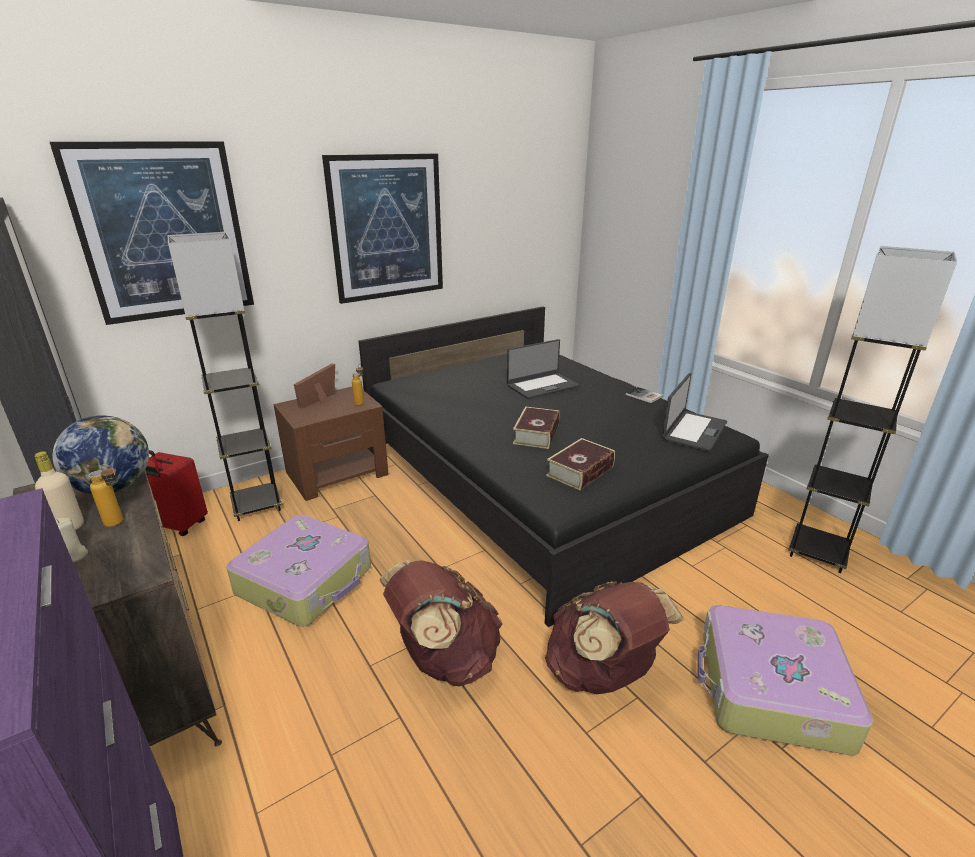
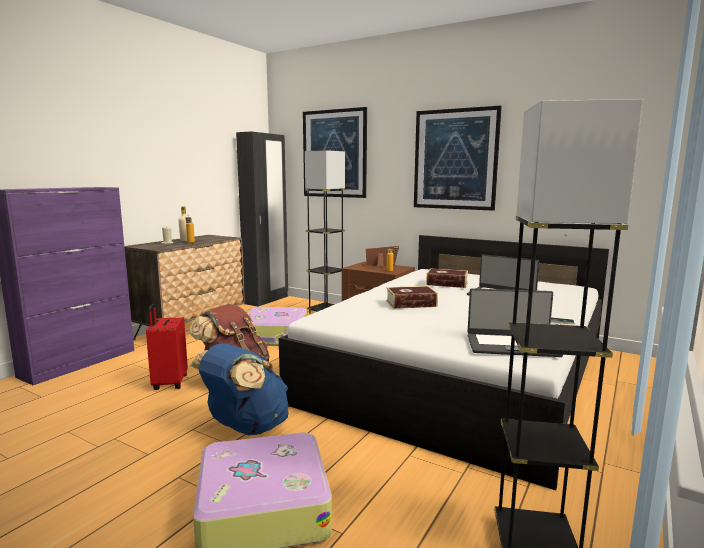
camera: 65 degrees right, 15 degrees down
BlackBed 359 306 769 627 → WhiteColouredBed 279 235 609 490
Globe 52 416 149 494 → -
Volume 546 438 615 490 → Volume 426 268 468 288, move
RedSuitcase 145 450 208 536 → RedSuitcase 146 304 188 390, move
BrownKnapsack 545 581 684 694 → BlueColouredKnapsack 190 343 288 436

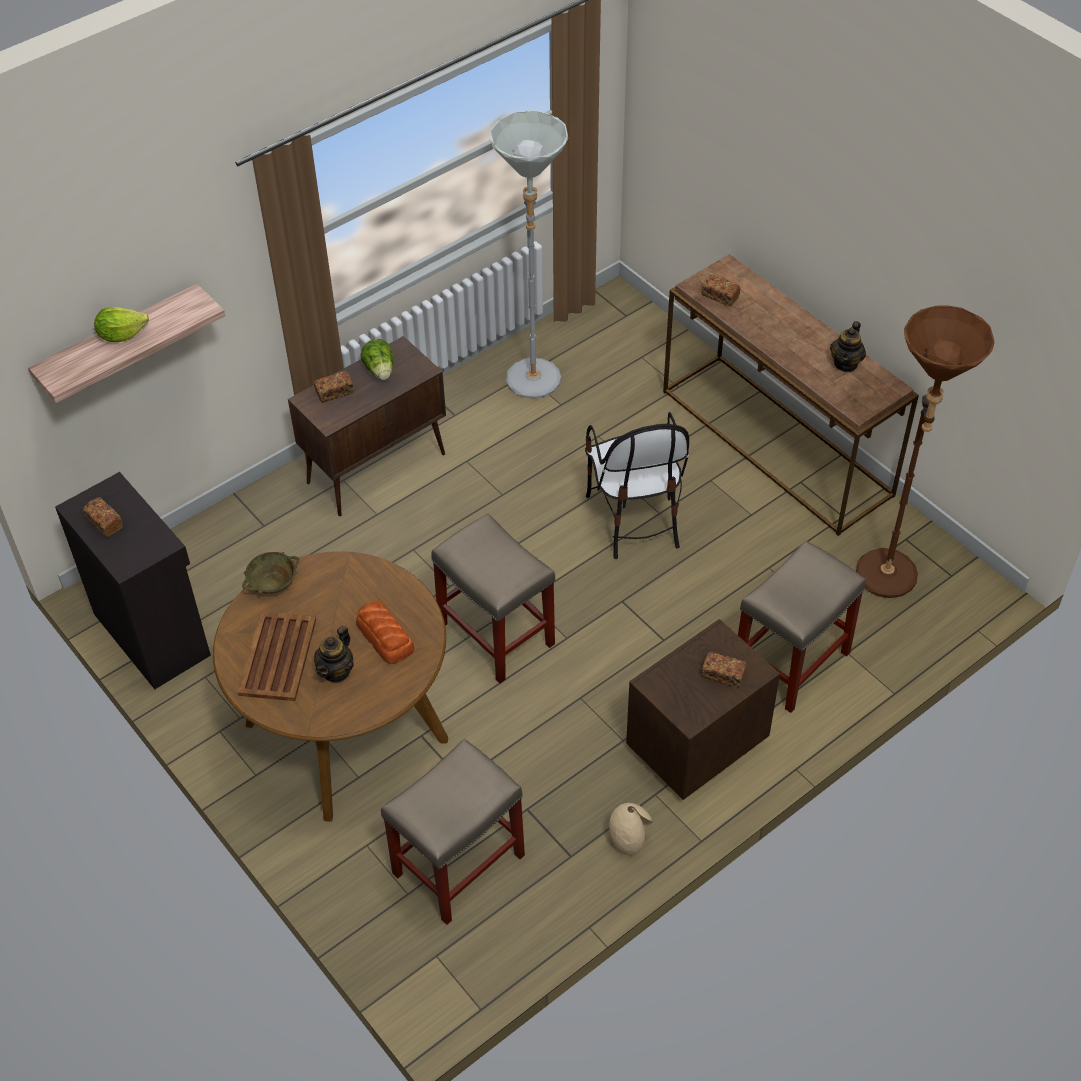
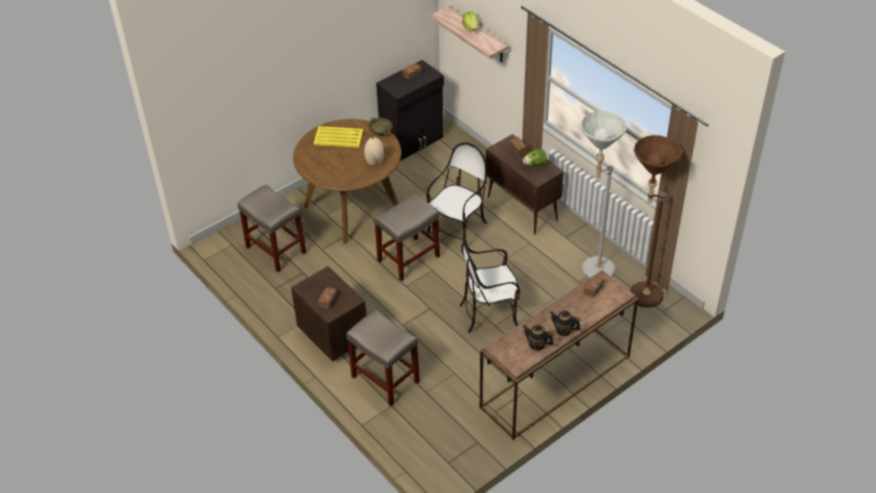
camera: 90 degrees right, 5 degrees down
BrownStandardLamp 856 305 994 598 → BrownStandardLamp 630 135 681 308, move
BakedBread 356 600 414 664 → -
BrownTray 237 612 316 701 → YellowishTray 314 126 363 148
PotForTea 314 625 354 683 → PotForTea 550 310 581 337, move
BeigeVase 609 803 653 855 → BeigeVase 364 137 384 165, move
- → UprightChair 426 142 487 252

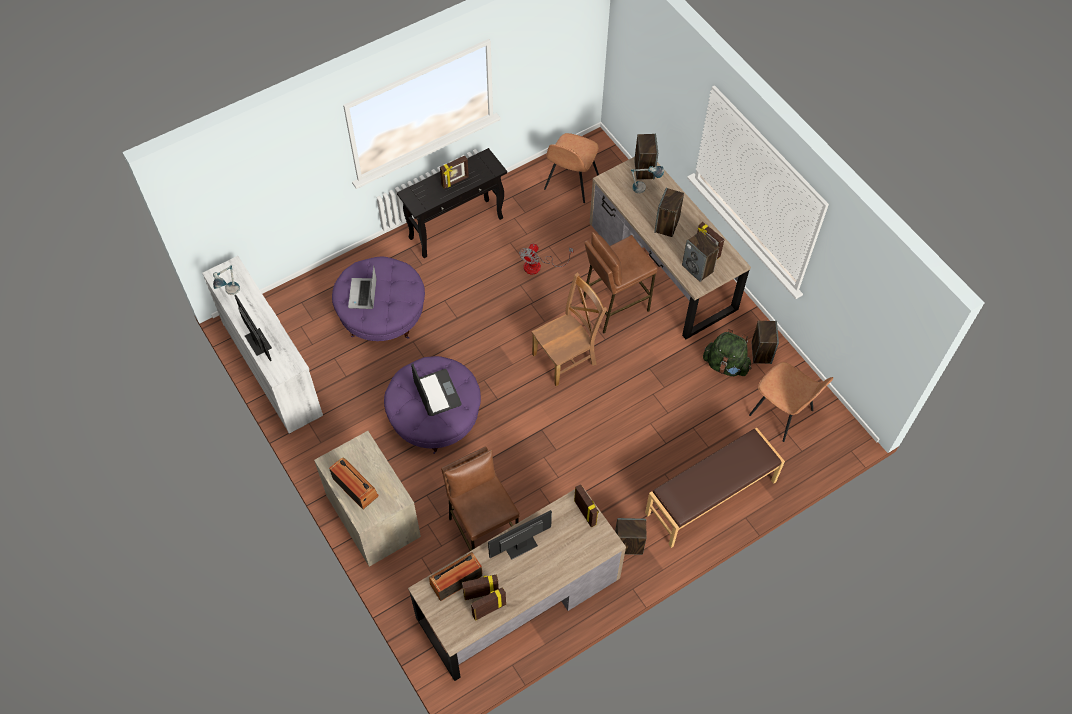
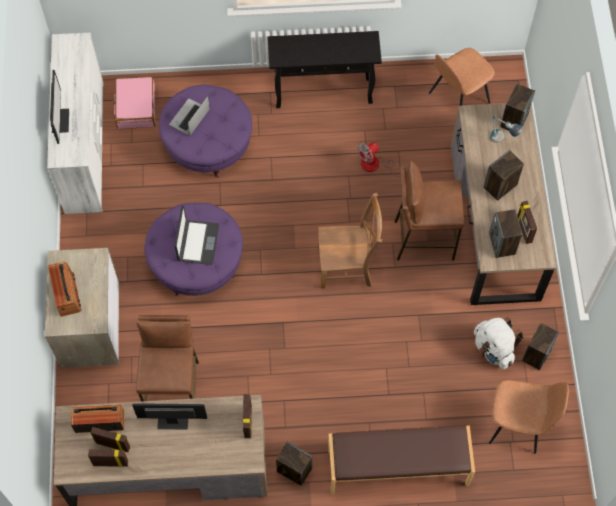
camera: 30 degrees right, 5 degrees up
StandingFrame 440 156 469 189 → -
TabletopLamp 213 265 240 295 → -
GreenKnapsack 703 329 751 376 → WhiteColouredKnapsack 474 317 523 369
BrownUprightChair 749 362 833 442 → BrownUprightChair 489 380 569 454, 60 degrees counterclockwise
- → PinkColouredSuitcase 113 76 155 129

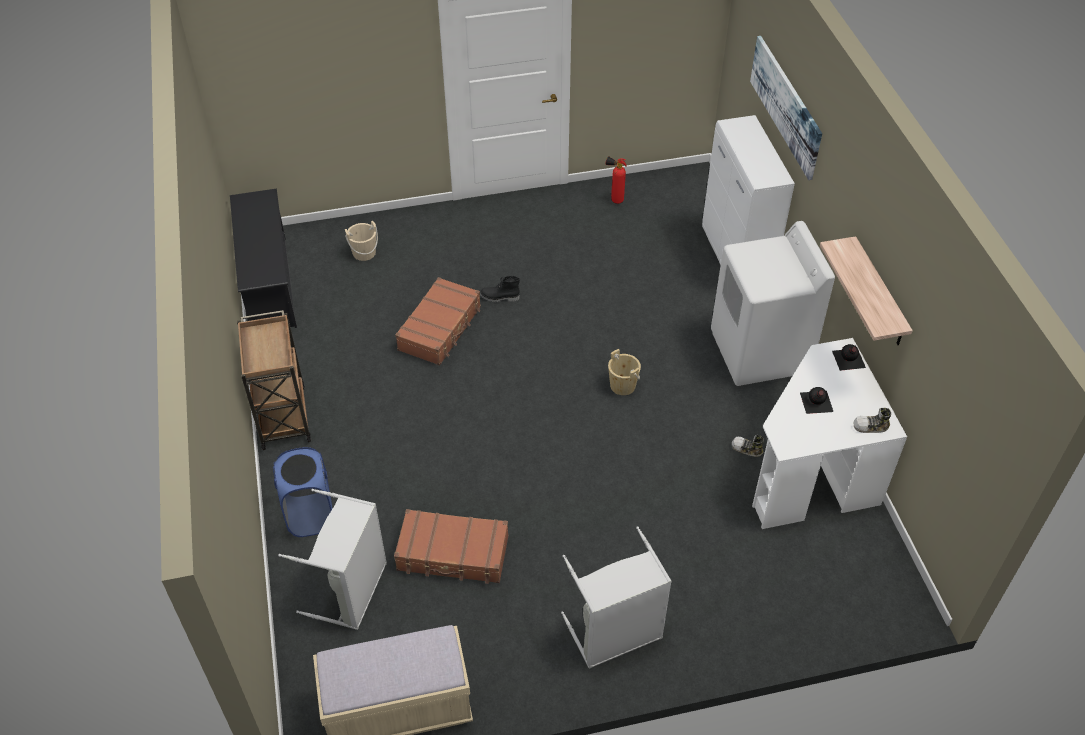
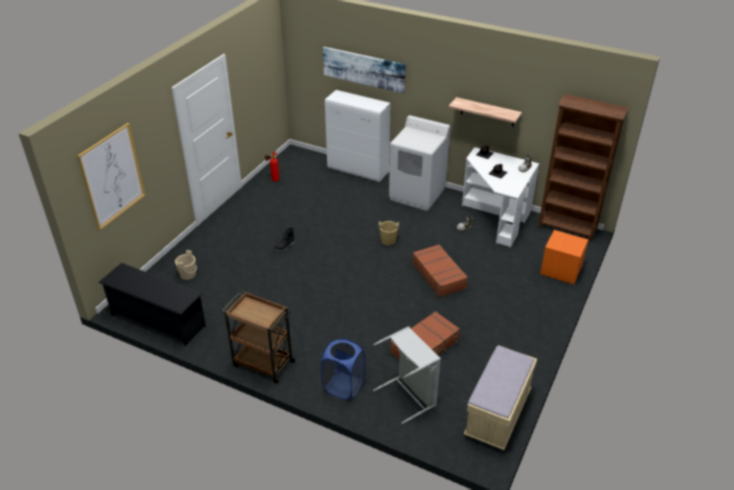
camera: 50 degrees left, 10 degrees down
BrownSuitcase 395 277 481 366 → BrownSuitcase 412 244 468 297, move
GrayHamper 561 526 672 669 → -
- → BrownBookshelf 538 94 629 242
- → WallArt 77 123 146 230
- → OrangeColouredNightTable 540 230 588 285

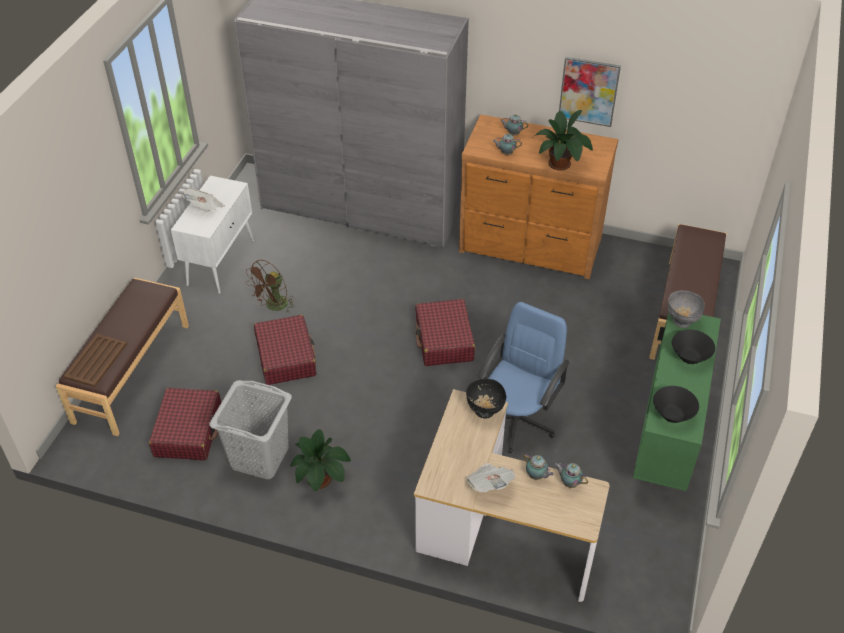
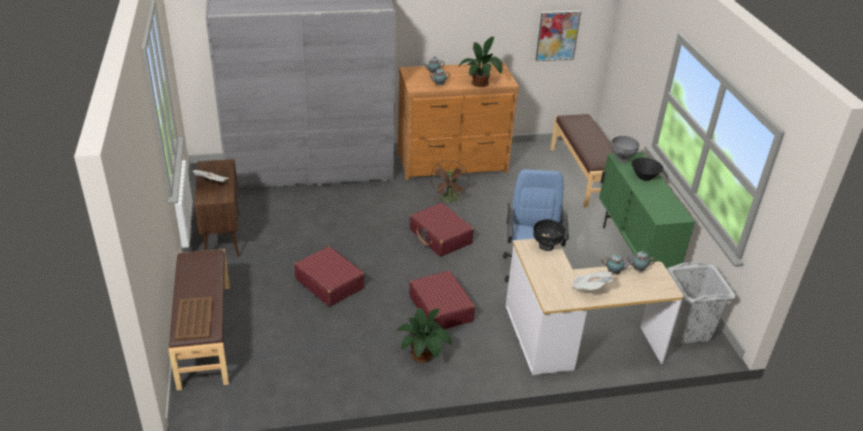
camera: 30 degrees left, 10 degrees down
WallArt 559 57 621 127 → WallArt 535 11 581 61, move
WhiteColouredCupboard 171 176 254 294 → BrownCupboard 195 159 239 257
BrownFan 246 260 295 314 → BrownFan 430 160 469 203, move
GrayHamper 209 380 292 479 → GrayHamper 667 262 736 344, move
BlackDeepDish 653 386 699 423 → -
RedSuitcase 149 388 221 460 → RedSuitcase 409 271 475 330, move

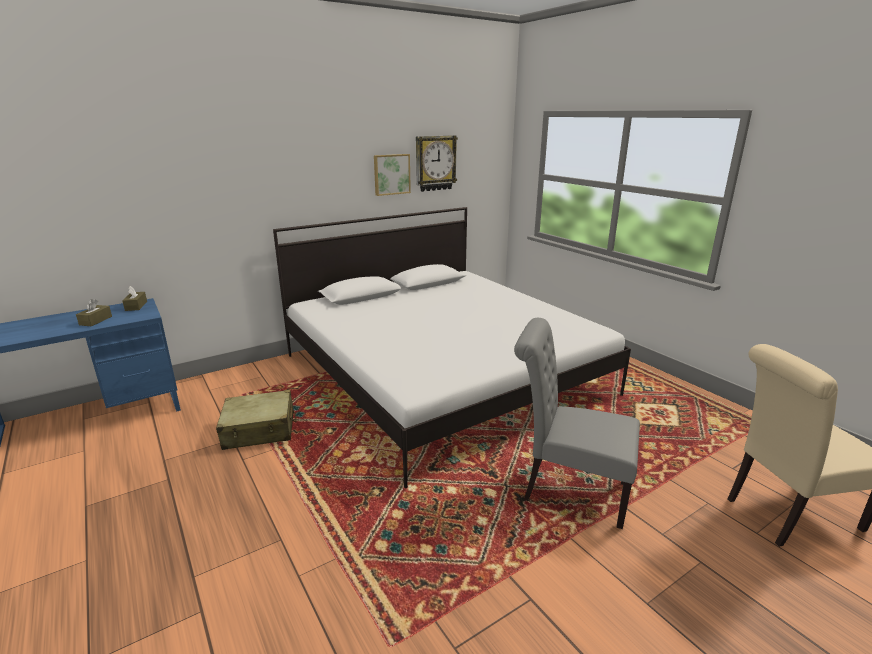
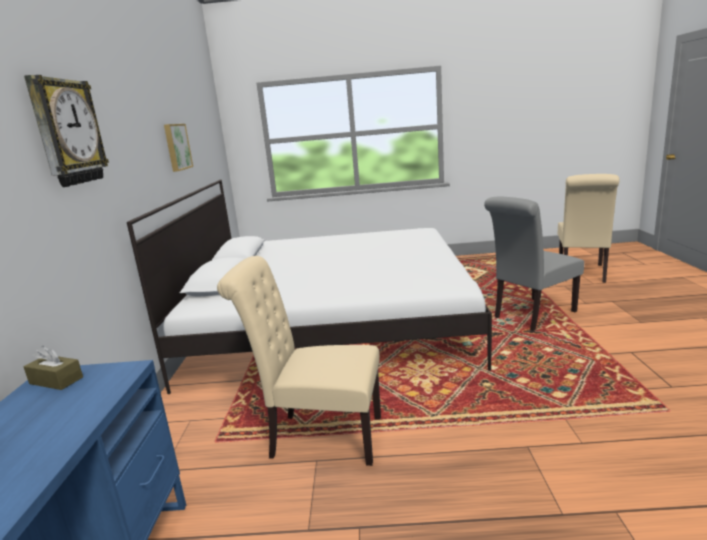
camera: 55 degrees left, 5 degrees down
ClockOnTheWall 416 135 458 192 → ClockOnTheWall 24 75 109 187, move
BrownTissueBox 76 299 112 326 → -
BeigeSuitcase 216 390 296 450 → BeigeUprightChair 217 256 381 466

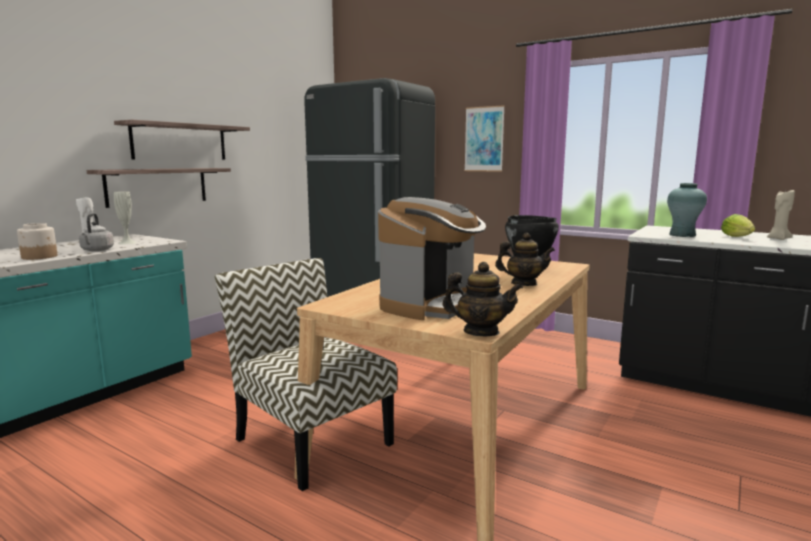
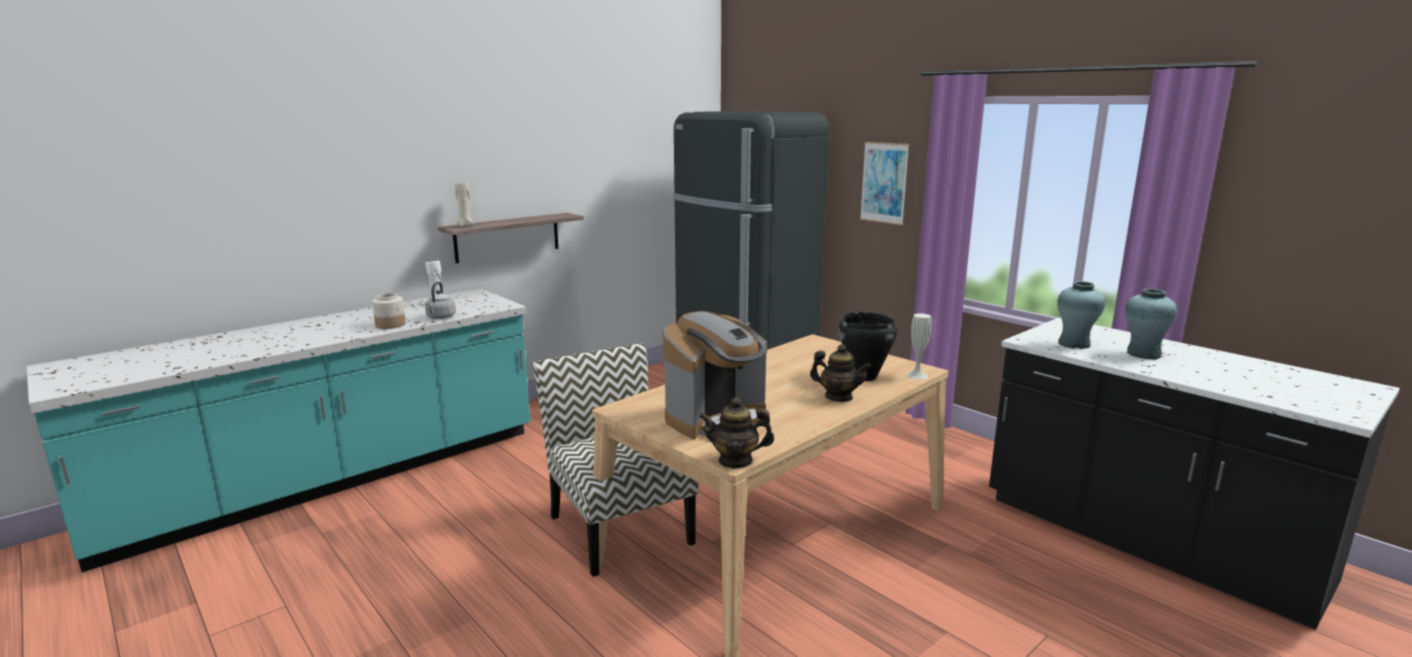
camera: 15 degrees right, 5 degrees up
BracketShelf 114 120 250 159 → -
BeigeWaxLight 767 190 795 240 → BeigeWaxLight 455 181 474 227, move
WhiteColouredVase 114 191 137 244 → WhiteColouredVase 906 313 932 380, move
Lettuce 721 214 756 237 → TurquoiseColouredVase 1125 289 1177 359
PotForTea 442 262 523 336 → PotForTea 699 397 774 469, 150 degrees clockwise

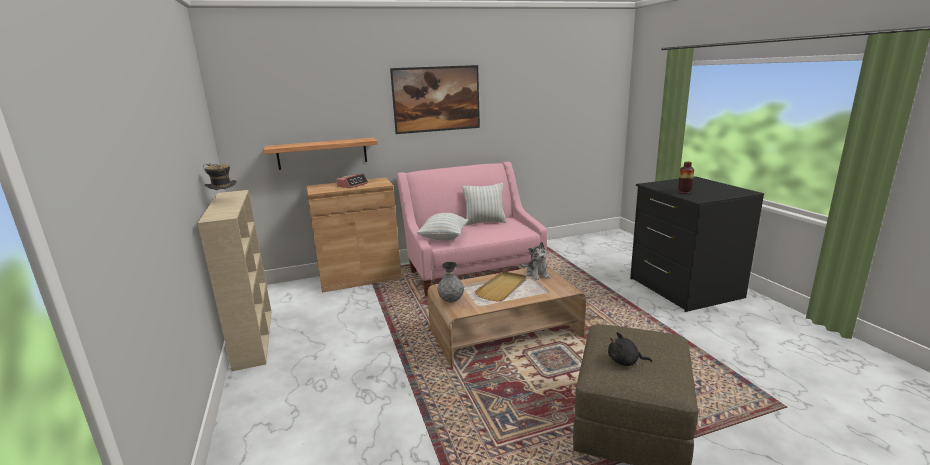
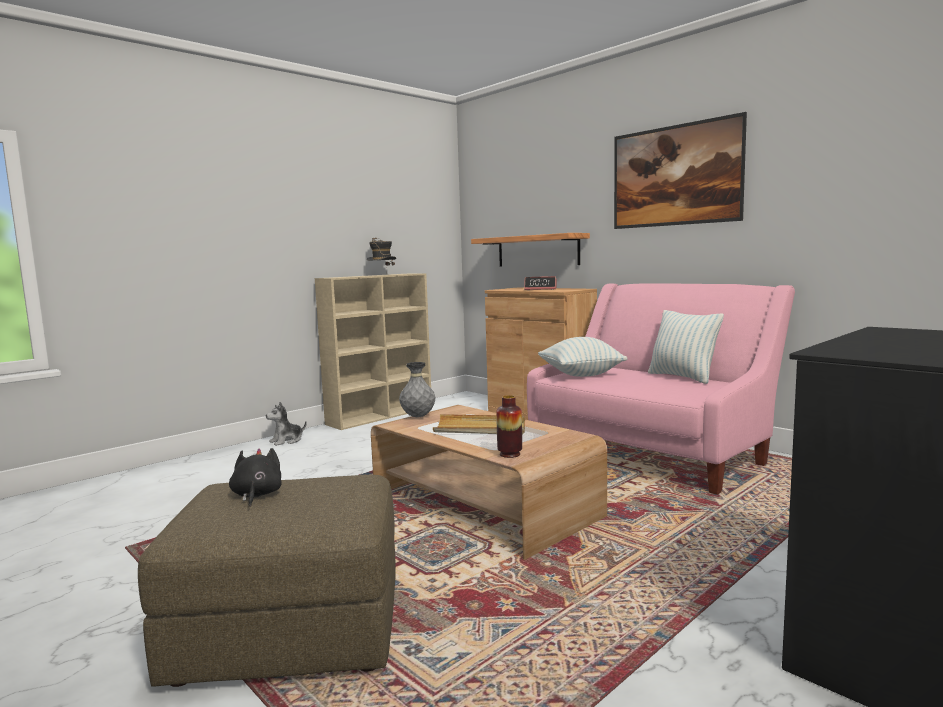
camera: 65 degrees right, 10 degrees down
Vase 678 162 694 194 → Vase 496 395 522 458, move
CuddlyToy 526 242 550 280 → CuddlyToy 266 402 306 446, move

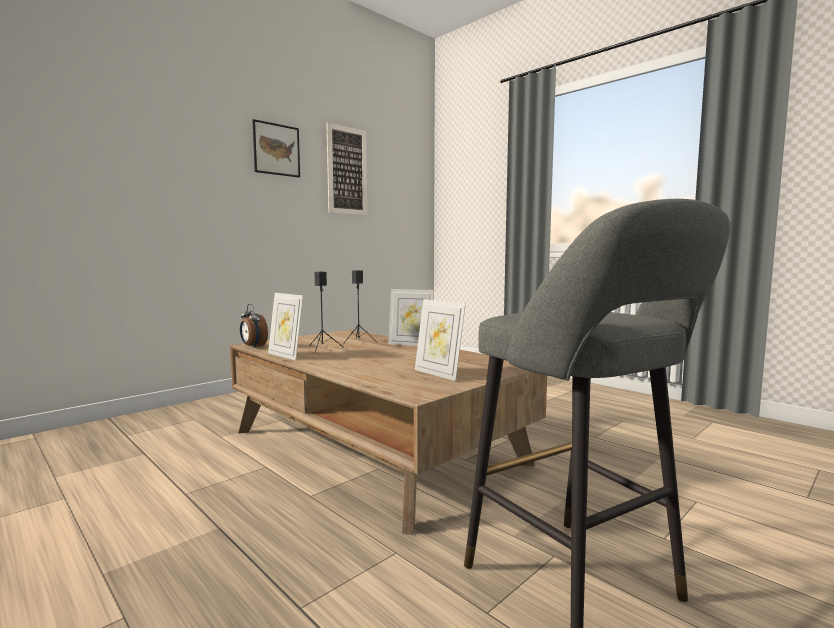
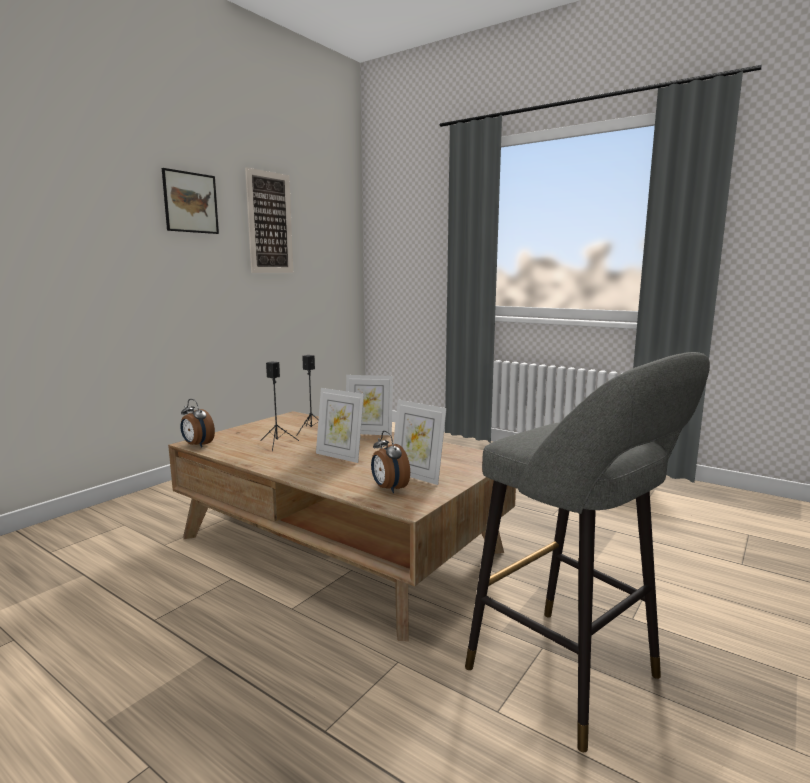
camera: 10 degrees left, 5 degrees up
StandingFrame 268 293 303 360 → StandingFrame 316 388 364 463, move
- → AlarmClock 371 431 410 493

